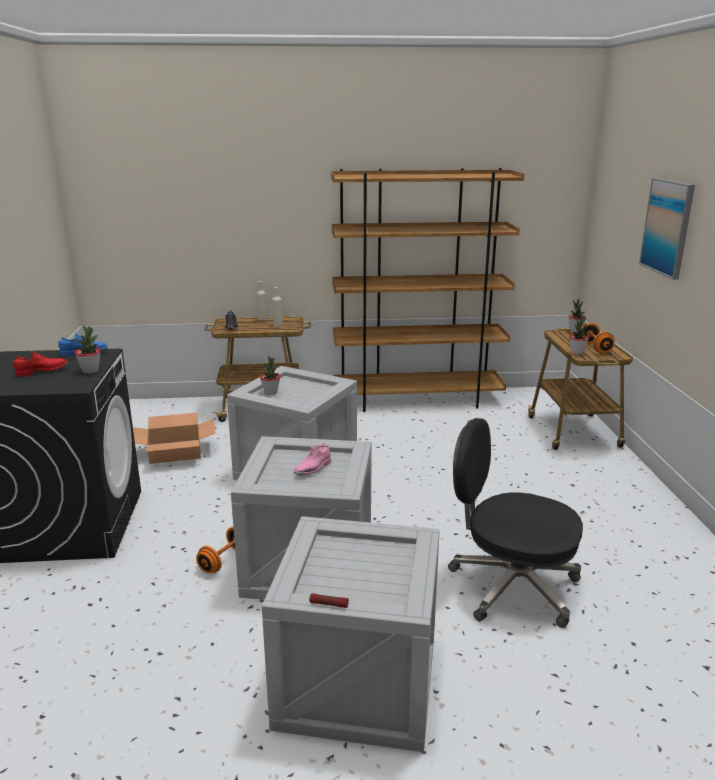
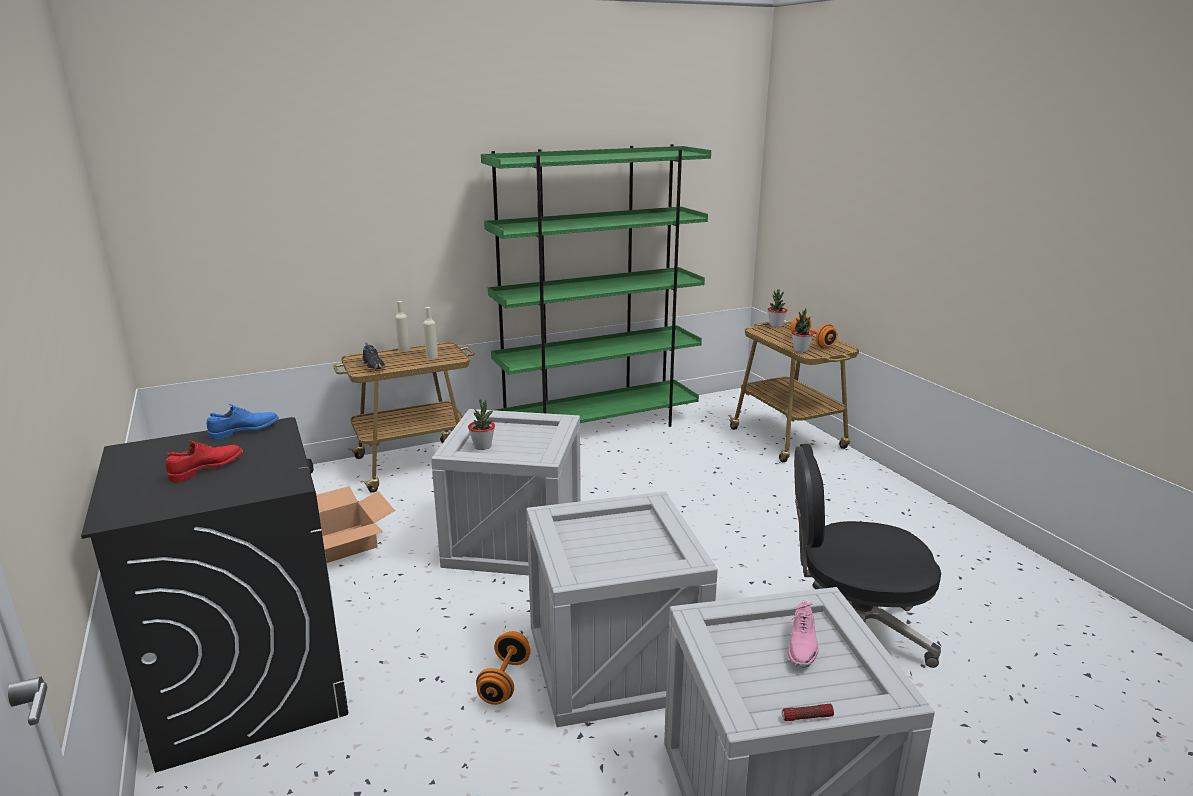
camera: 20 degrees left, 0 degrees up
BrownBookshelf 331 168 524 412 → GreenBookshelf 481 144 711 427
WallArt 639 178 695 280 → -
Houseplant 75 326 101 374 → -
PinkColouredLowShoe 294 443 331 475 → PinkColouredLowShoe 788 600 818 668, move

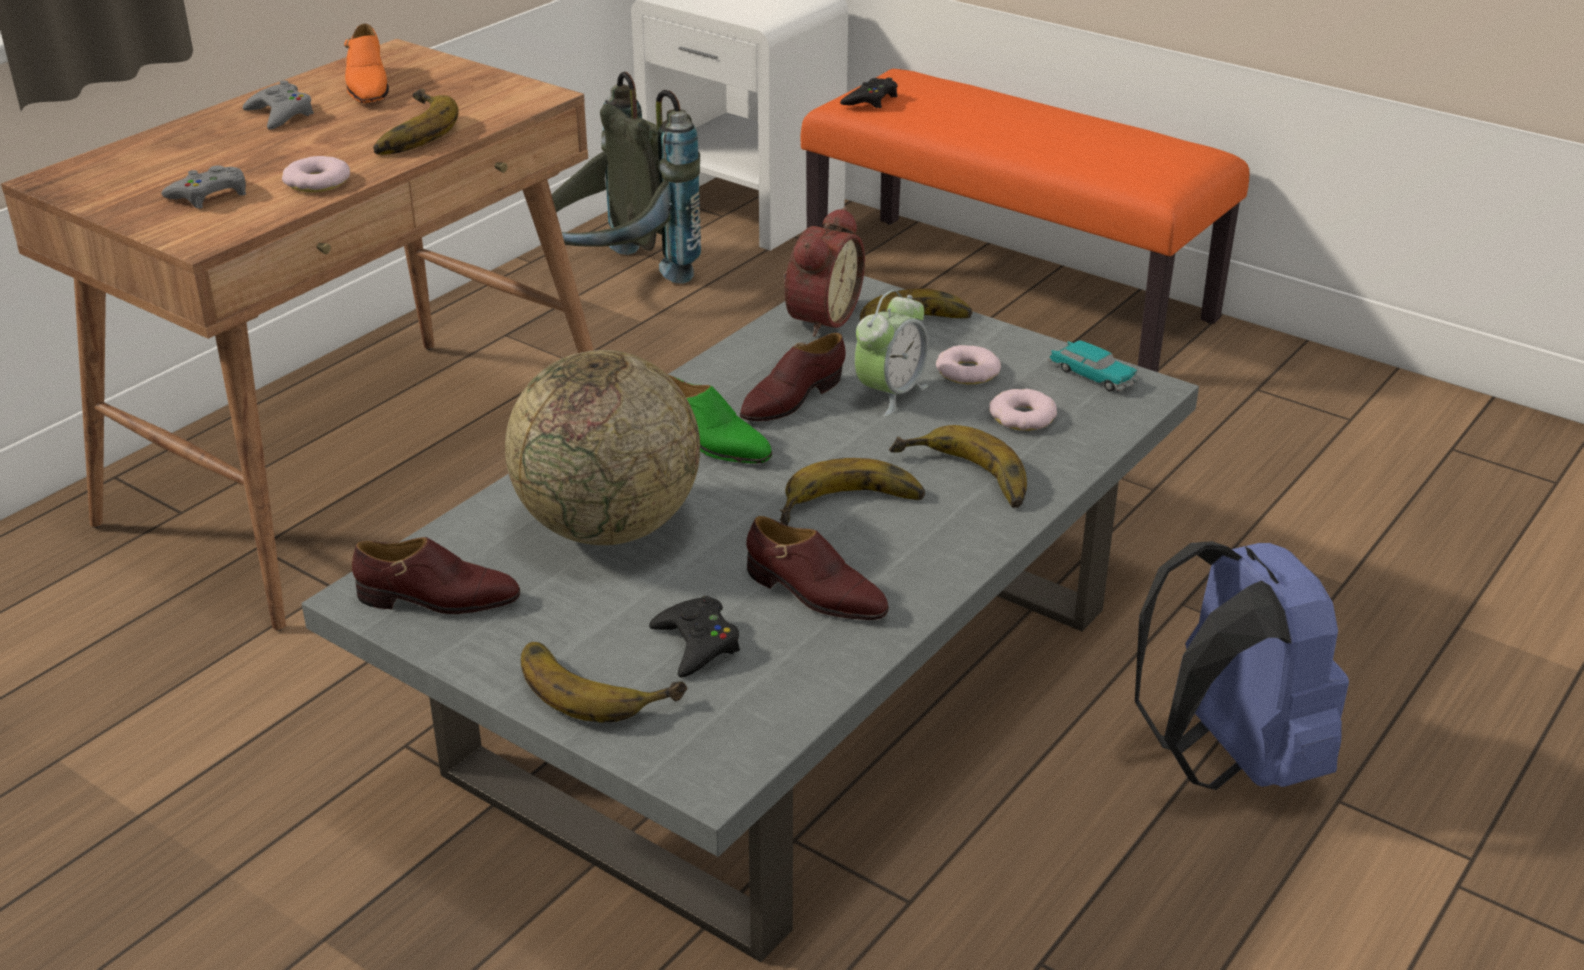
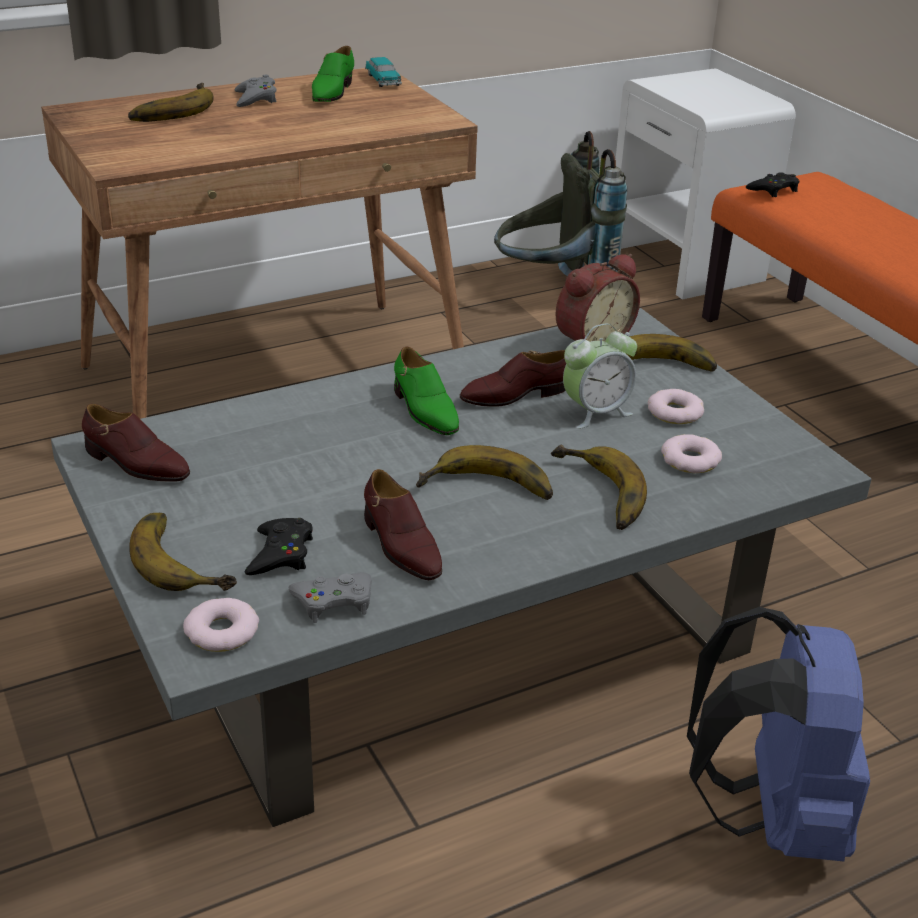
camera: 25 degrees right, 0 degrees up
OrangeColouredLowShoe 344 24 389 103 → GreenLowShoe 312 46 354 102
WholeBanana 373 89 459 155 → WholeBanana 128 83 214 122, move
Donut 282 156 350 192 → Donut 183 598 259 652, move
GrayJoypad 161 165 246 209 → GrayJoypad 288 572 372 623, move
ModelCar 1047 340 1139 392 → ModelCar 365 57 402 87, move
Globe 505 350 700 545 → -

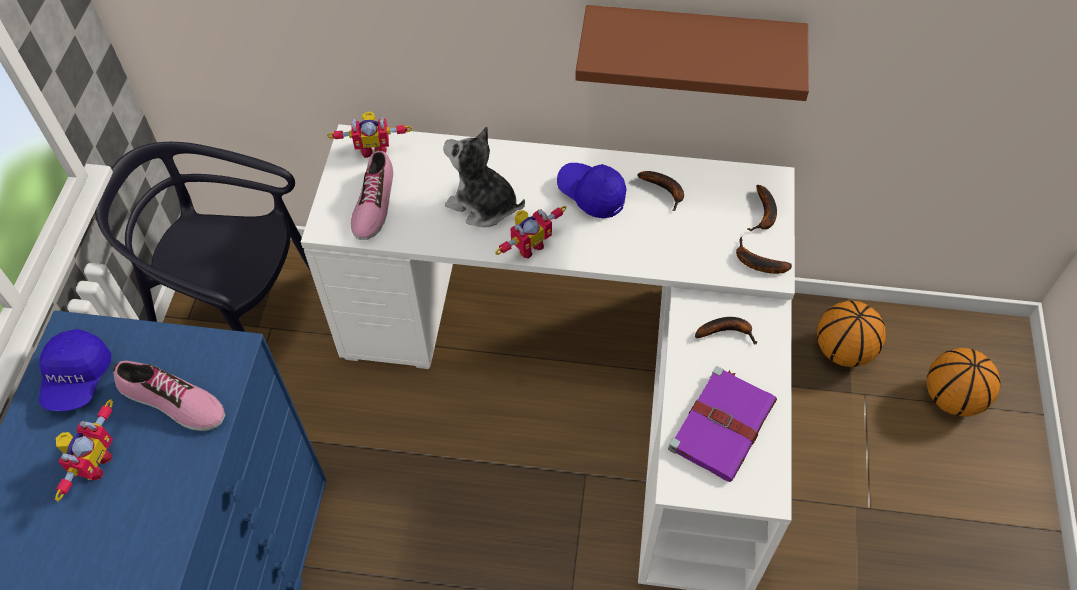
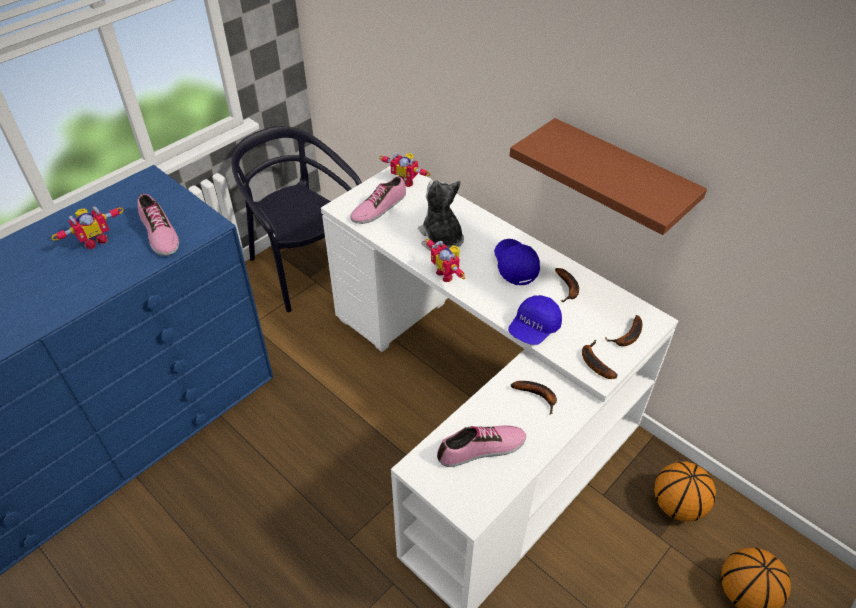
camera: 35 degrees right, 10 degrees down
ModelRobot 495 206 566 258 → ModelRobot 426 238 465 282, 60 degrees clockwise
BlueColouredPeakedCap 39 329 111 411 → BlueColouredPeakedCap 508 295 562 345, move
PurpleVolume 668 366 777 482 → LowShoe 437 425 526 467

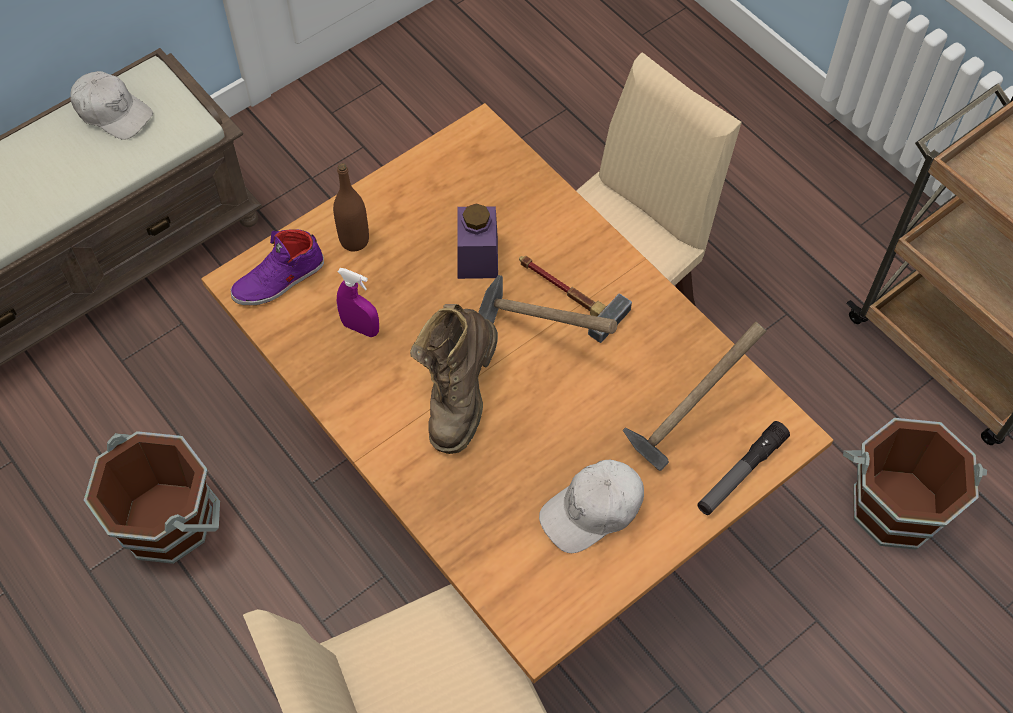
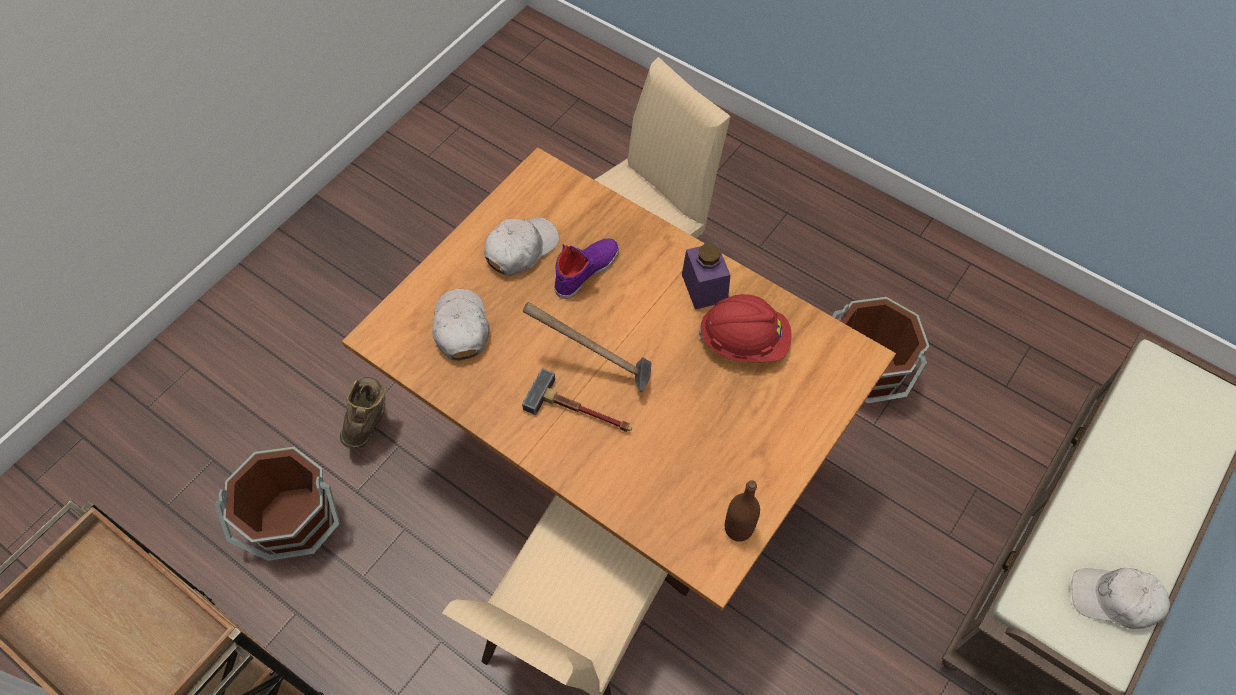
camera: 165 degrees right, 0 degrees up
BrownDrinkBottle 333 163 369 251 → BrownDrinkBottle 725 480 760 542, move
PurplePreserveJar 457 203 498 279 → PurplePreserveJar 682 243 730 310, move
PurpleLowShoe 230 229 324 305 → PurpleLowShoe 554 238 619 299, move
PurpleSprayer 337 268 379 337 → RedSafetyHelmet 698 294 792 362
BrownTallBoot 410 304 498 454 → BrownTallBoot 340 377 387 449, move
Hammer 623 322 766 471 → WhiteColouredPeakedCap 432 289 490 360
HandTorch 697 421 790 515 → -

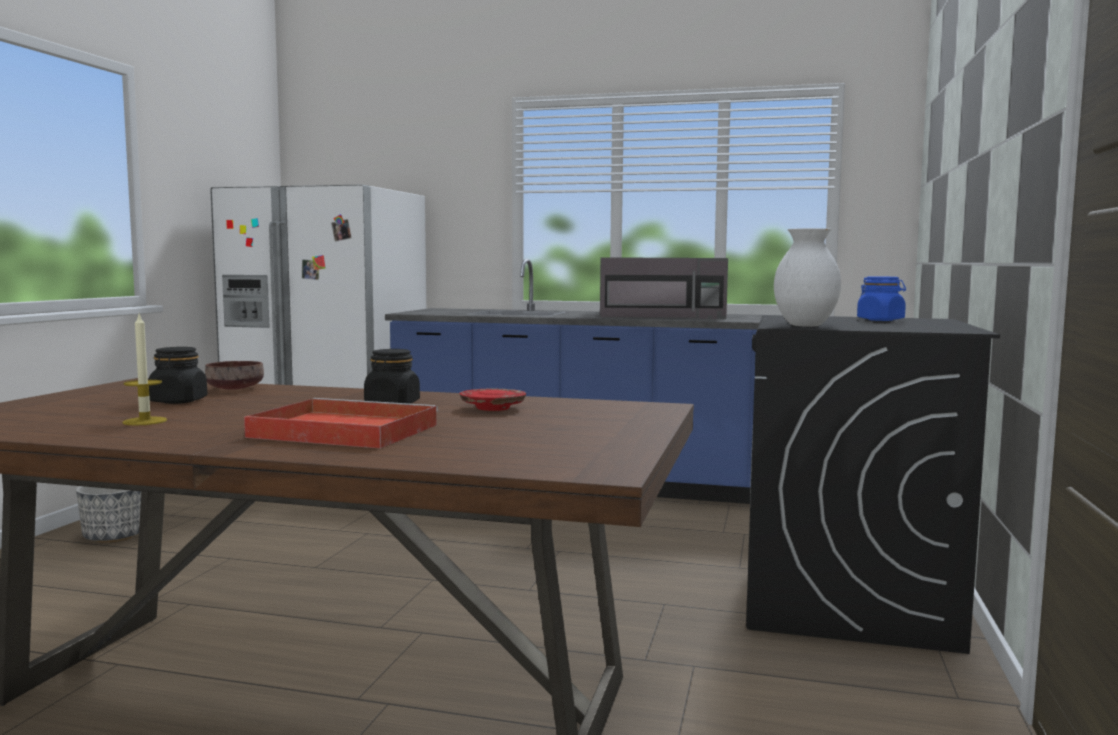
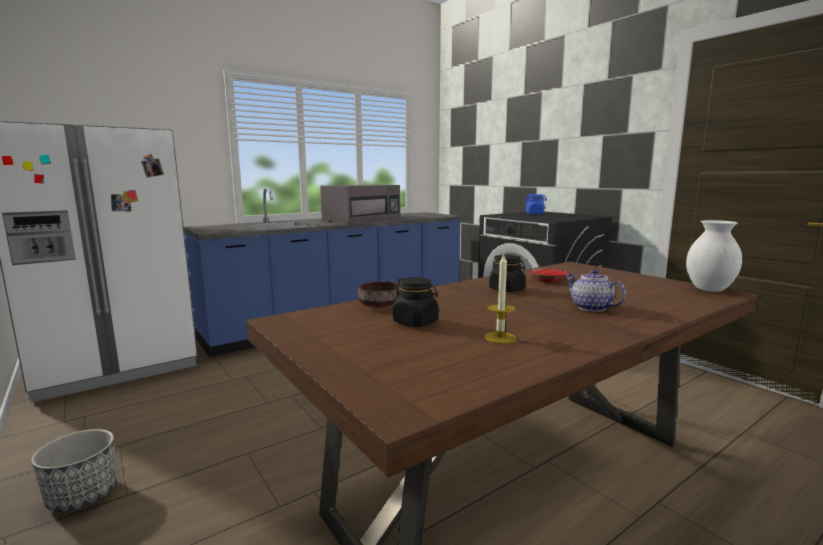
camera: 50 degrees left, 5 degrees up
WhiteColouredVase 774 228 841 327 → WhiteColouredVase 686 220 742 292, move
RedTray 244 398 438 449 → PotForTea 565 269 626 312

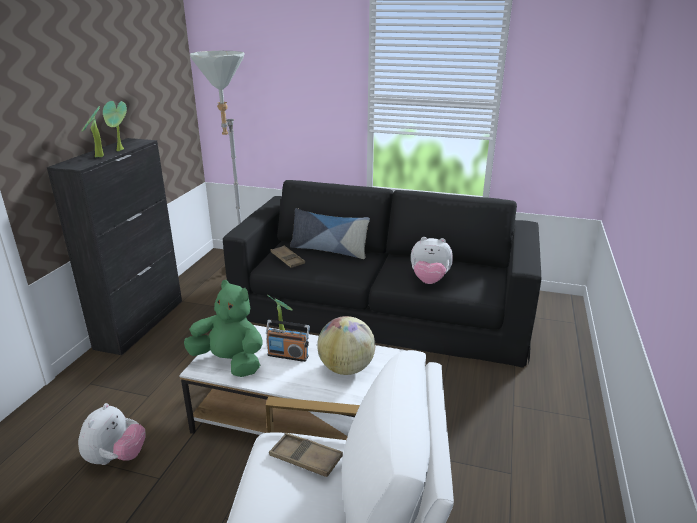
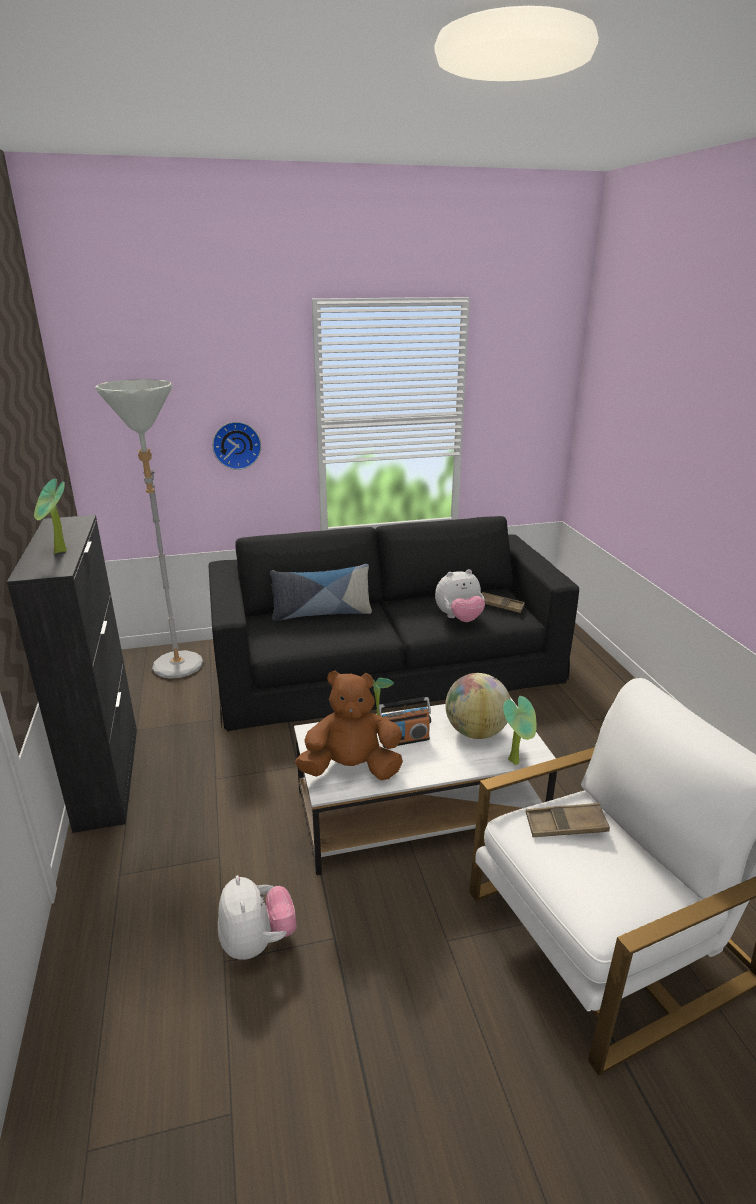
camera: 30 degrees left, 0 degrees up
Houseplant 103 101 127 151 → Houseplant 503 696 537 765, move
BrownTray 271 246 305 268 → BrownTray 482 592 525 613, move
GreenCuddlyToy 184 280 263 377 → BrownCuddlyToy 295 670 403 780
- → ClockOnTheWall 212 422 261 470

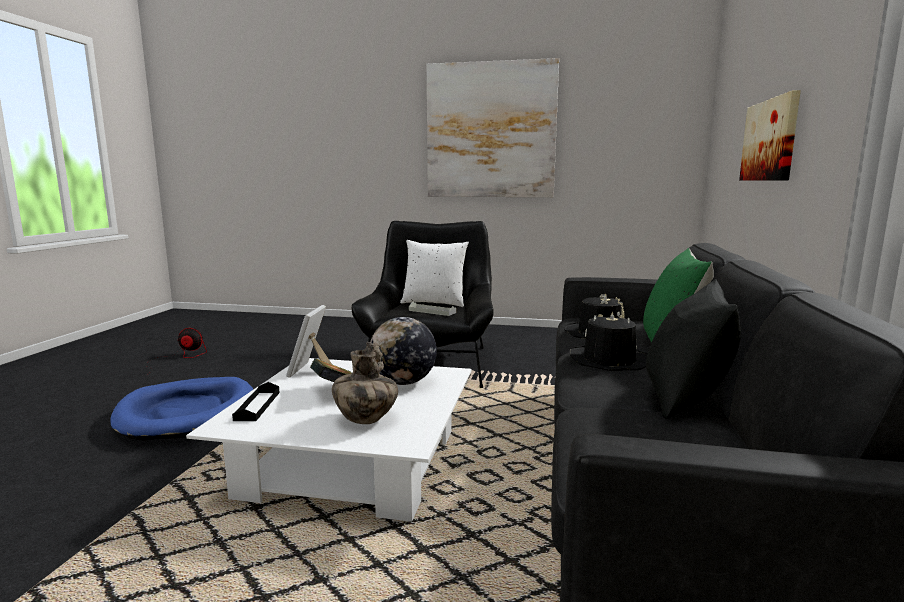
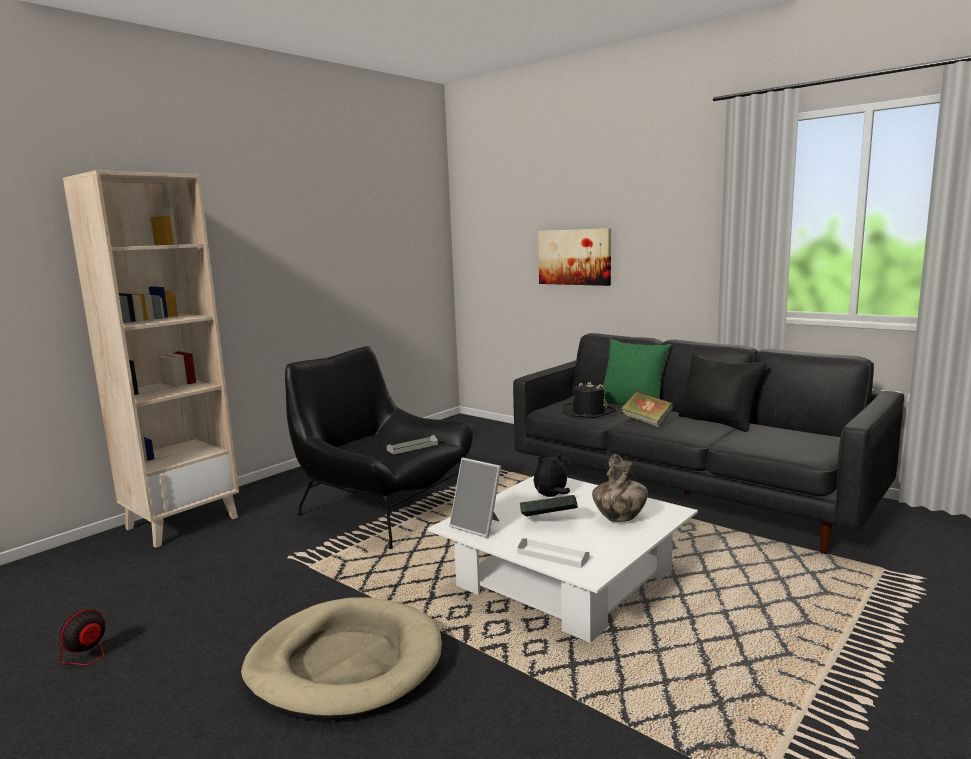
camera: 60 degrees left, 0 degrees up
WallArt 427 58 559 197 → -
WhiteColouredThrowPillow 400 240 469 307 → -
BlackClothingHat 569 311 648 371 → Volume 621 391 674 428
Globe 370 317 437 385 → CuddlyToy 534 452 570 497
BlueColouredDogBed 110 377 254 441 → BeigeDogBed 241 597 442 721
BlackTray 232 382 280 421 → WhiteColouredTray 517 538 590 568
- → BeigeBookshelf 63 170 239 548

